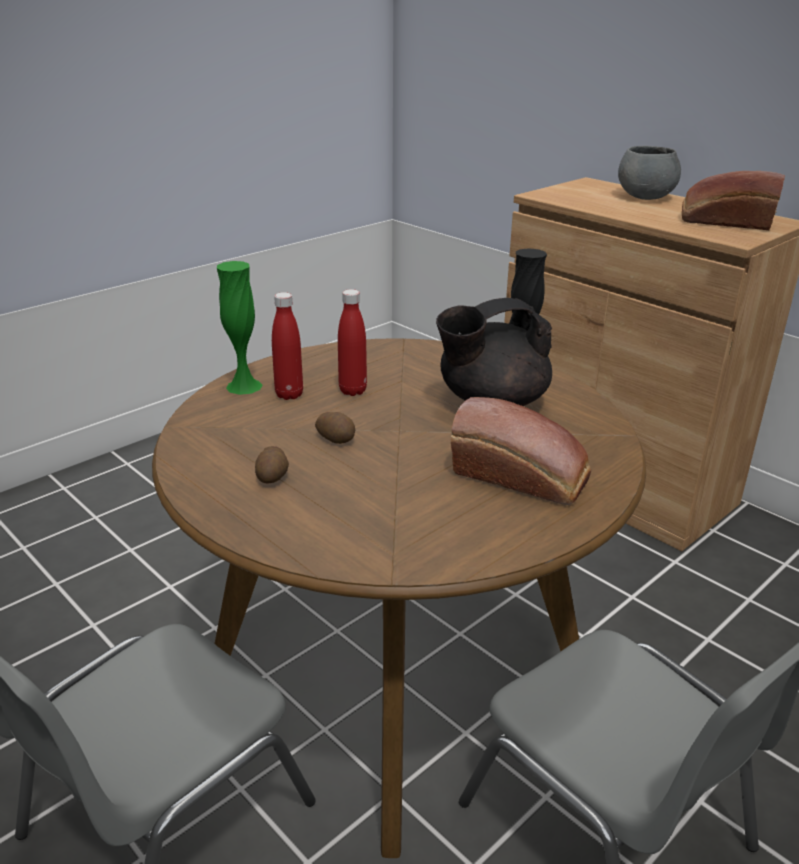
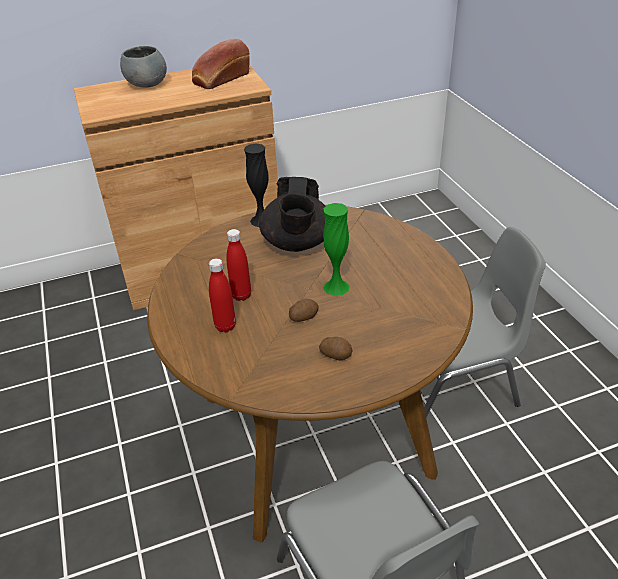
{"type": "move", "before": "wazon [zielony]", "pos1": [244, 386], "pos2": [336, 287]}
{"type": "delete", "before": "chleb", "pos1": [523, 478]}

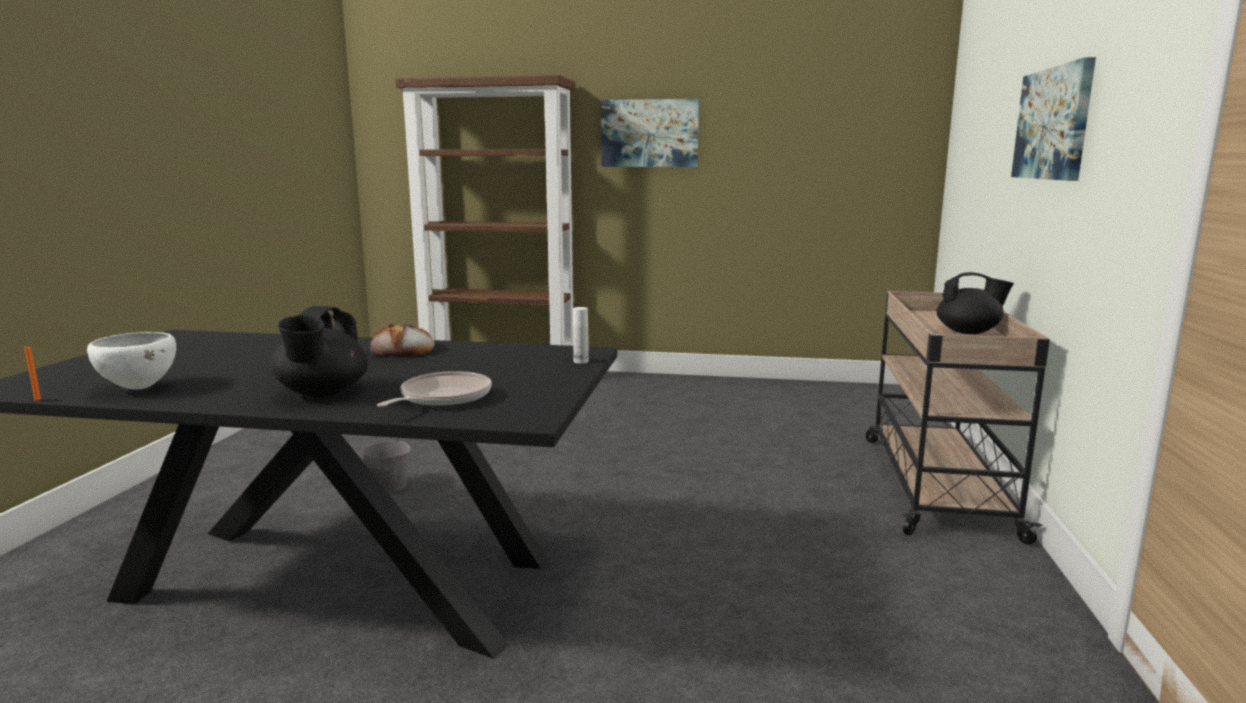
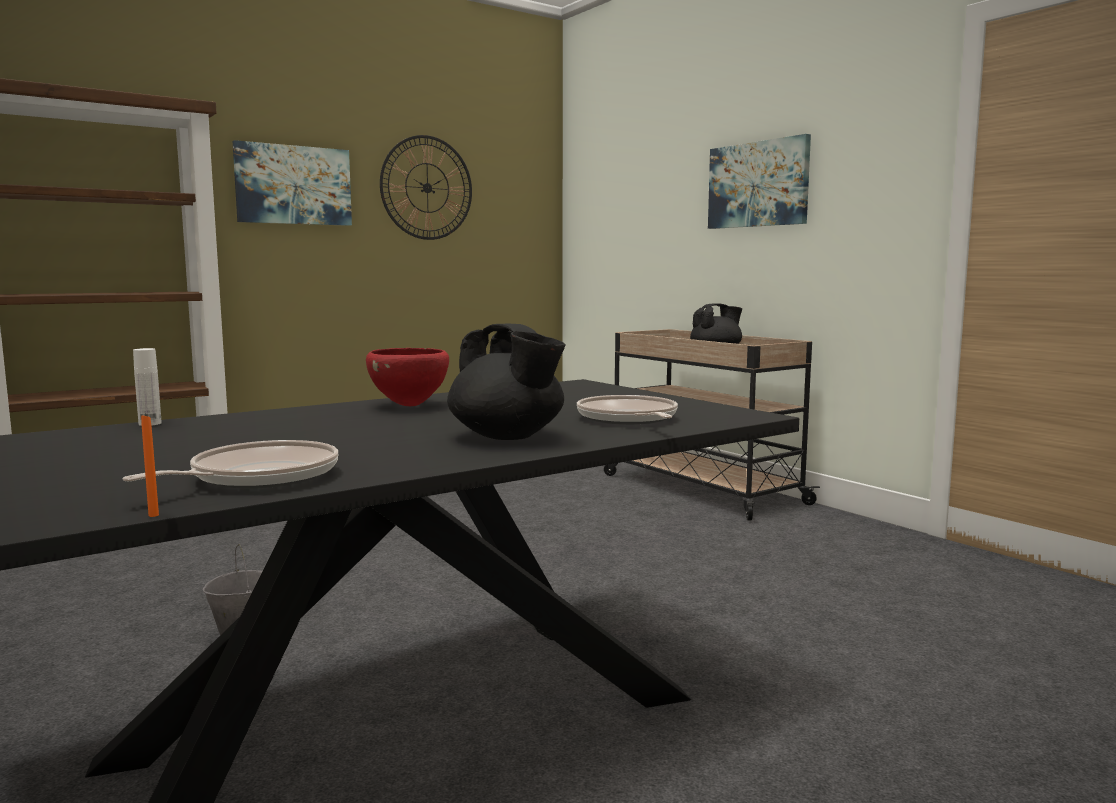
{"type": "replace", "before": "miska [biały]", "after": "patelnia", "pos1": [139, 388], "pos2": [258, 477]}
{"type": "move", "before": "butelka [biały]", "pos1": [581, 361], "pos2": [150, 423]}
{"type": "replace", "before": "chleb", "after": "miska [czerwony]", "pos1": [404, 350], "pos2": [410, 405]}
{"type": "insert", "after": "zegar ścienny", "pos2": [427, 188]}

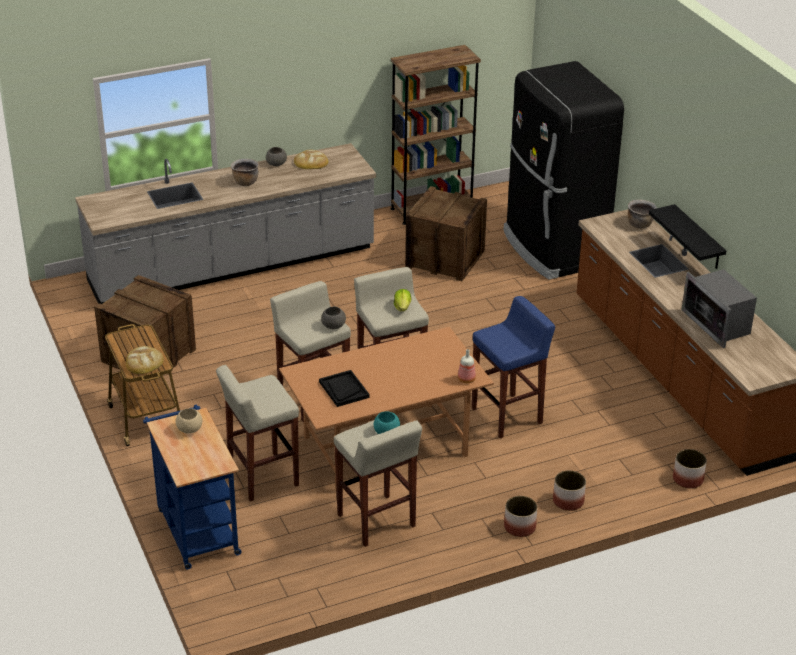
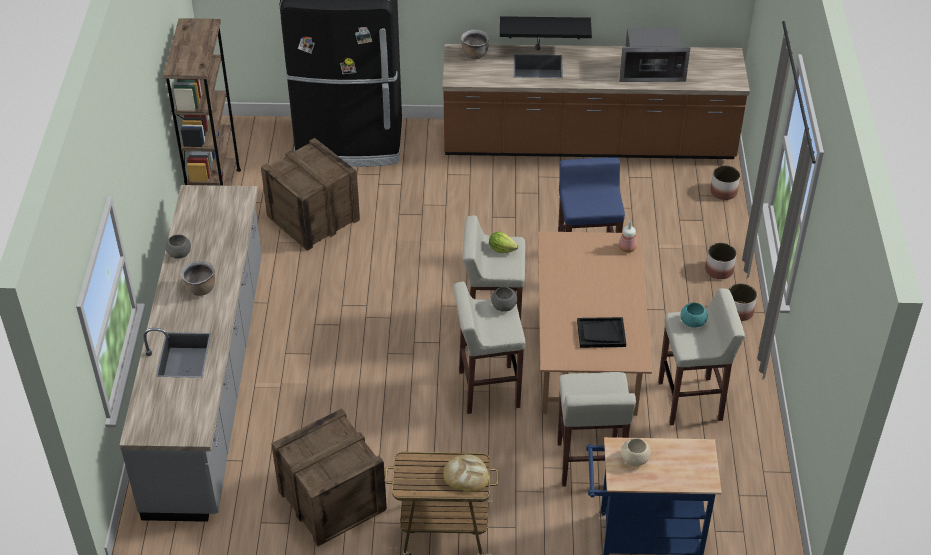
{"type": "delete", "before": "chleb", "pos1": [310, 162]}

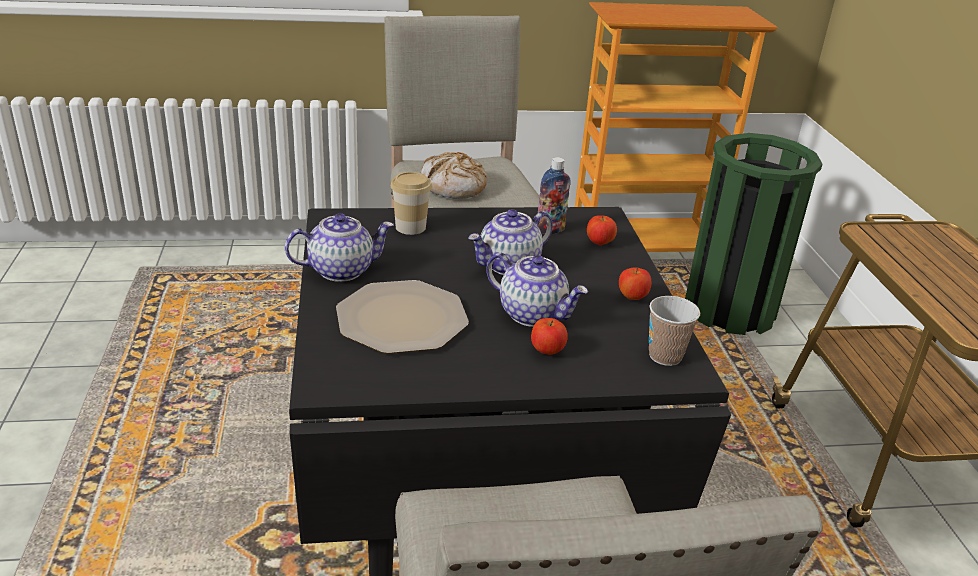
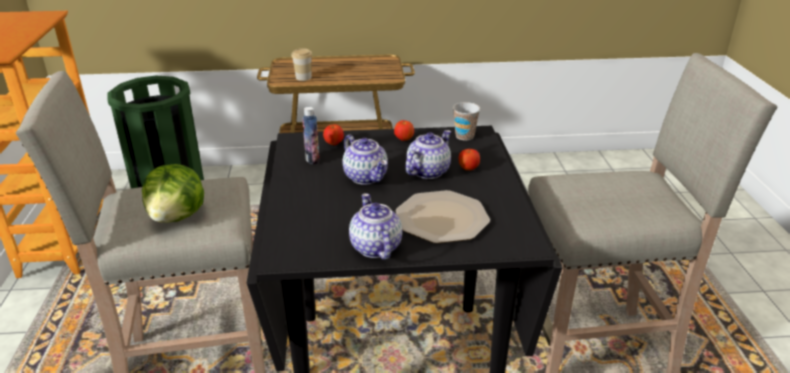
{"type": "replace", "before": "chleb", "after": "sałata", "pos1": [454, 187], "pos2": [177, 217]}
{"type": "move", "before": "filiżanka", "pos1": [410, 227], "pos2": [303, 77]}

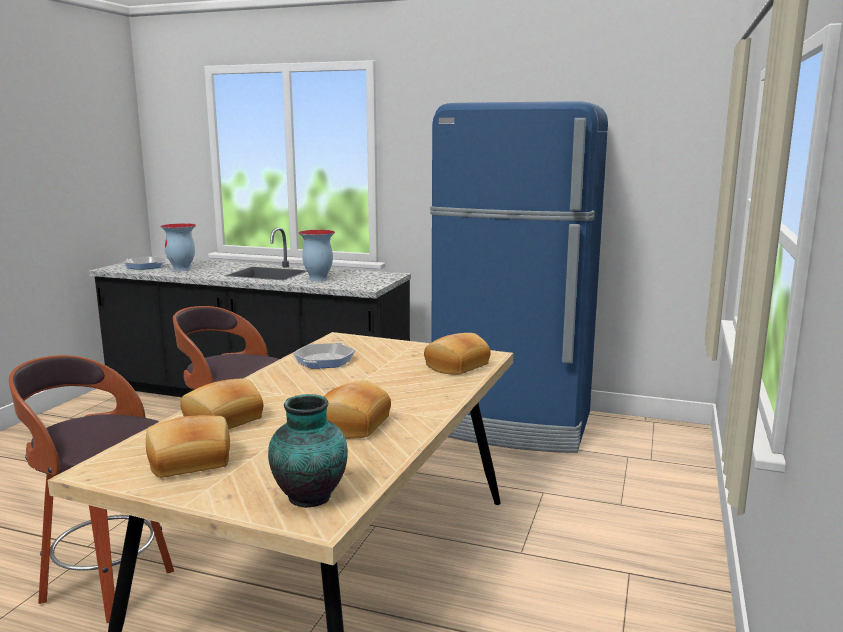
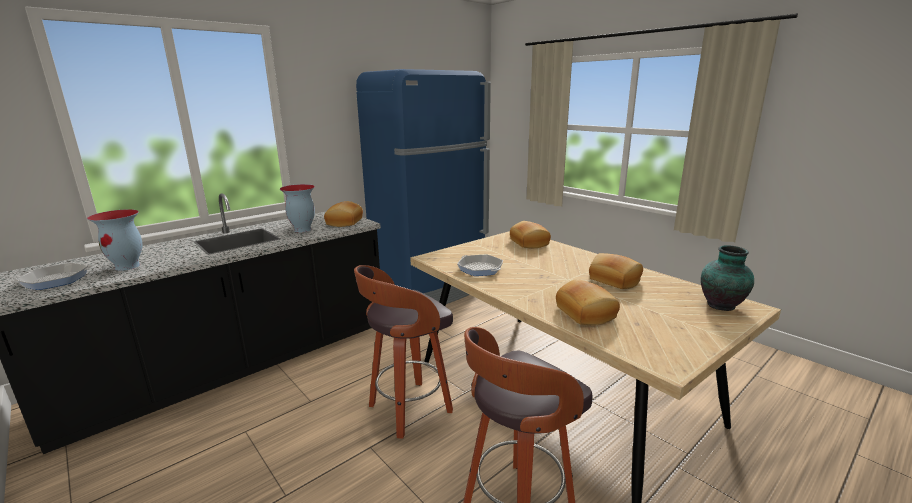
{"type": "move", "before": "chleb", "pos1": [190, 462], "pos2": [345, 222]}

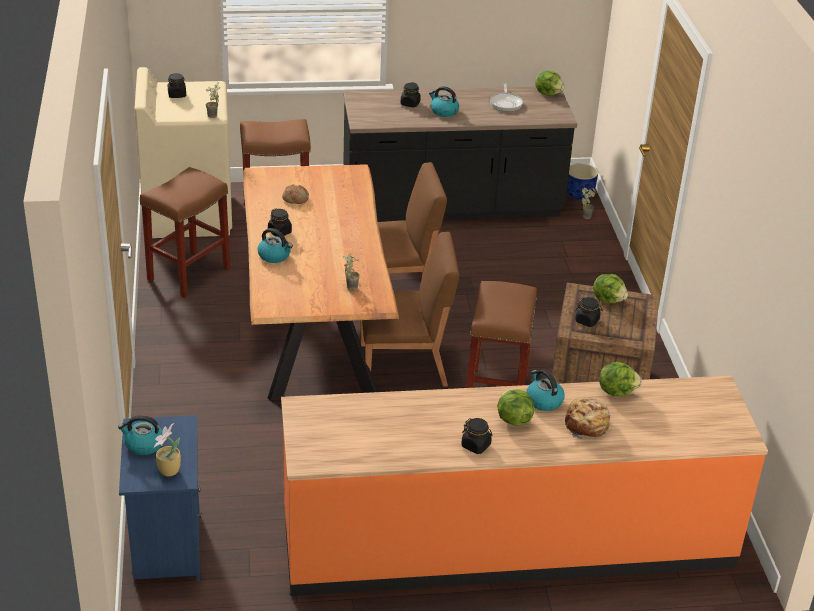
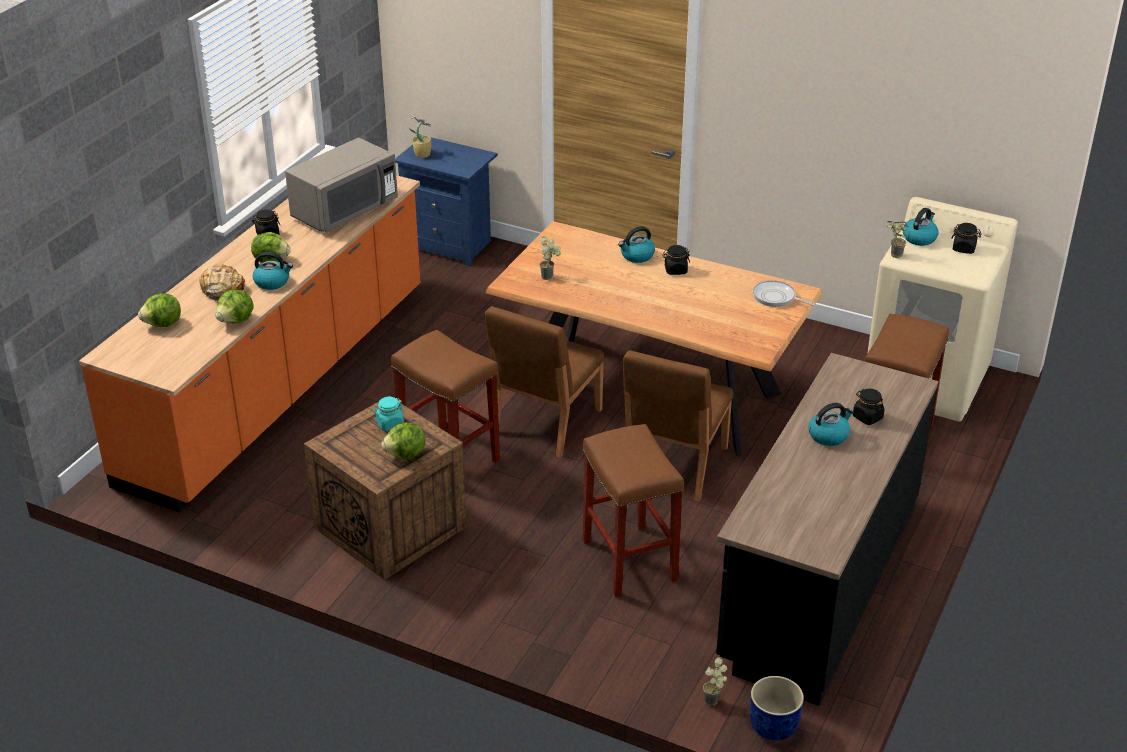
{"type": "move", "before": "sałata", "pos1": [548, 93], "pos2": [163, 324]}
{"type": "insert", "after": "mikrofalówka [szary]", "pos2": [345, 211]}
{"type": "recolor", "before": "słoik [czarny]", "after": "słoik [turkusowy]", "pos1": [587, 321], "pos2": [389, 424]}
{"type": "move", "before": "stołek [brązowy]", "pos1": [188, 274], "pos2": [628, 559]}
{"type": "move", "before": "patelnia", "pos1": [506, 103], "pos2": [776, 297]}
{"type": "move", "before": "czajnik", "pos1": [143, 445], "pos2": [919, 238]}
{"type": "delete", "before": "chleb", "pos1": [296, 198]}

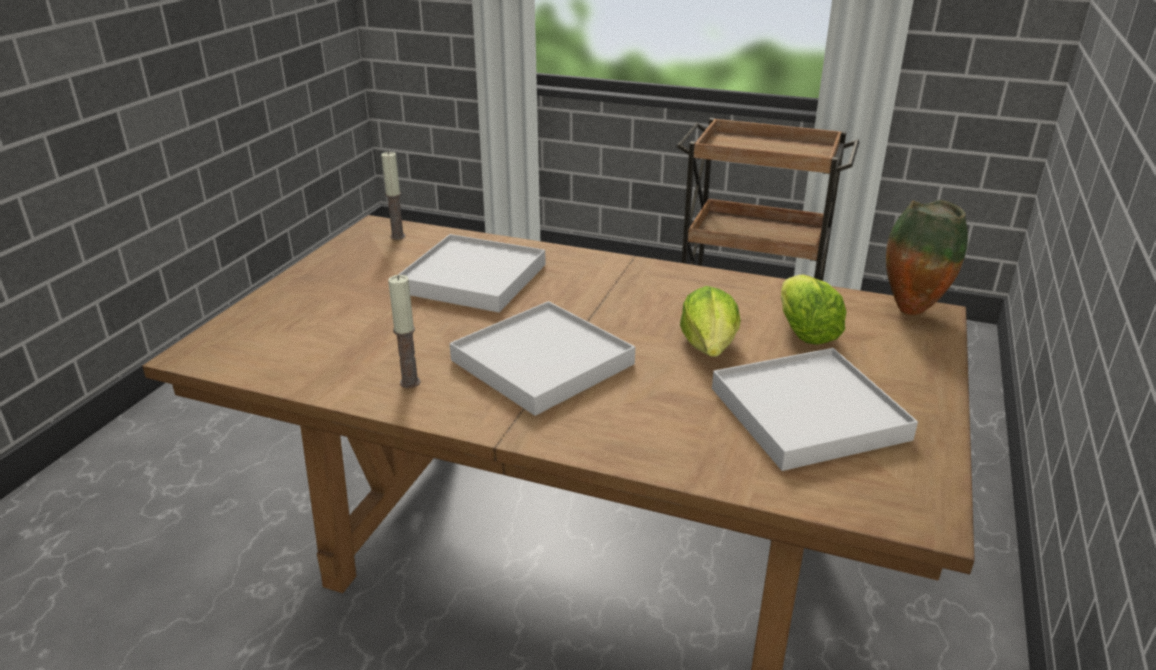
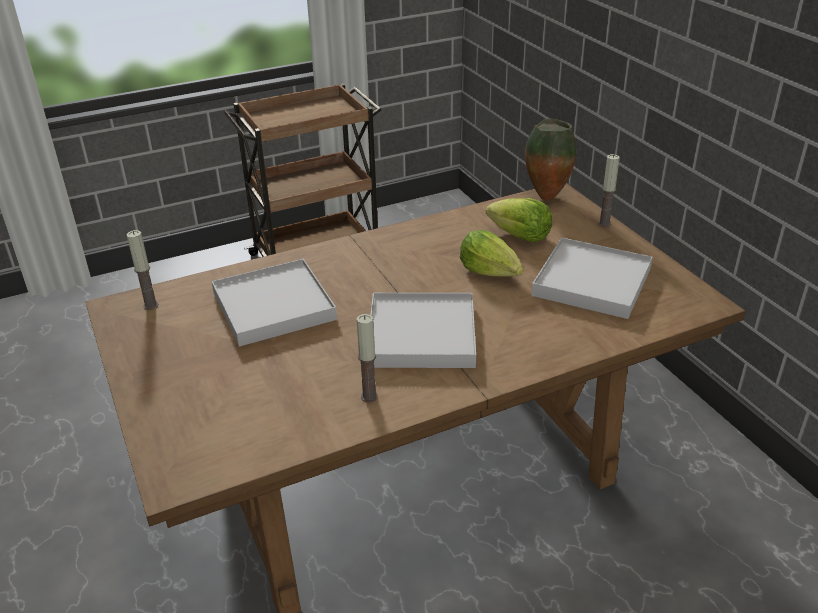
{"type": "insert", "after": "świeca", "pos2": [604, 224]}

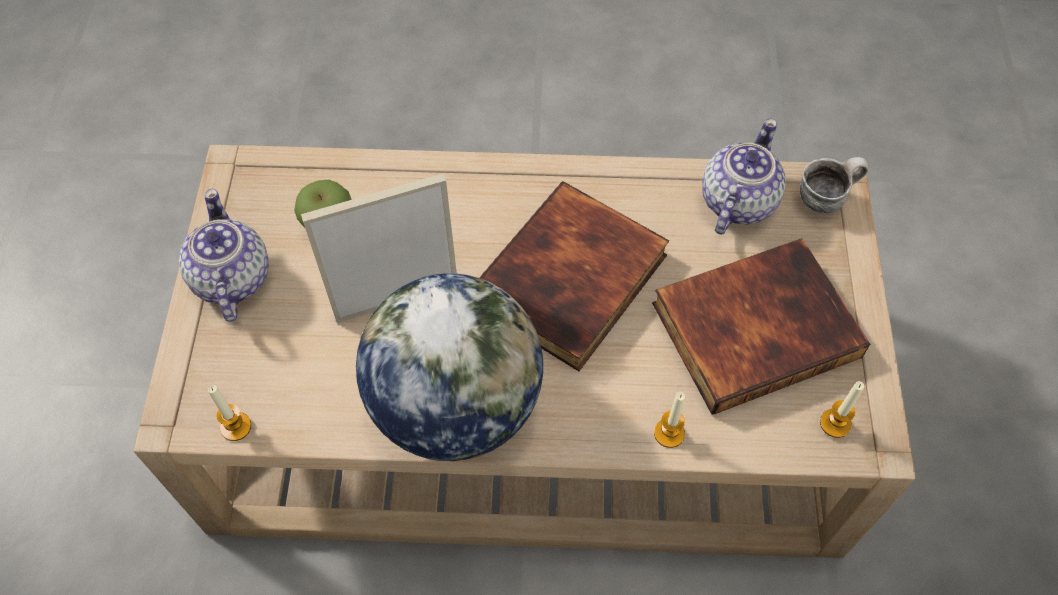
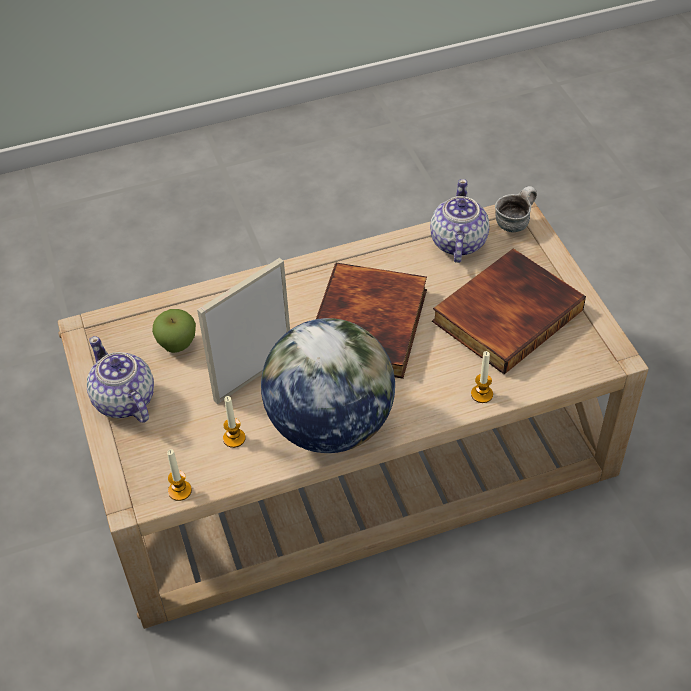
{"type": "move", "before": "świeca", "pos1": [835, 423], "pos2": [234, 438]}

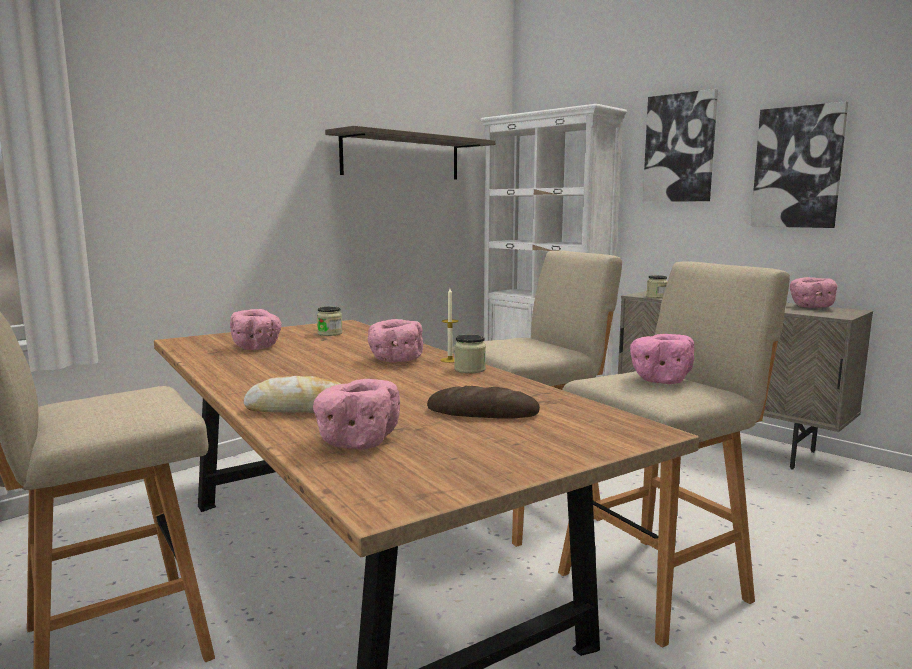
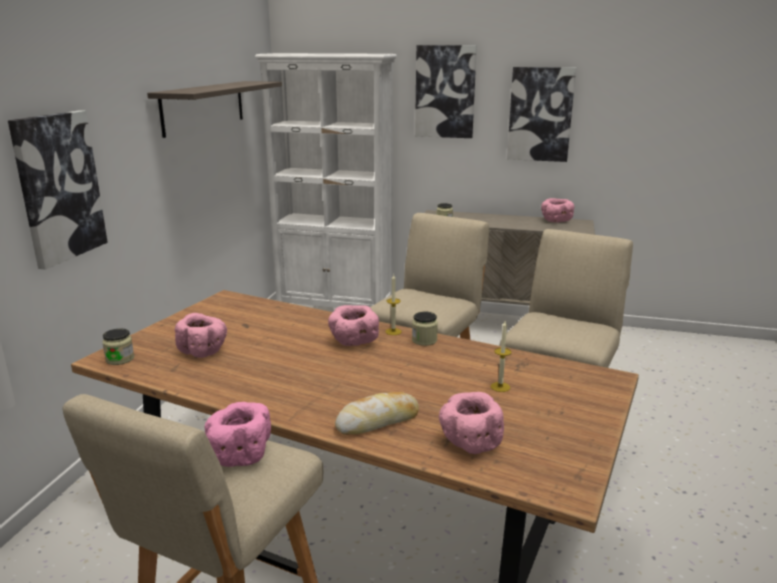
{"type": "insert", "after": "obraz", "pos2": [58, 187]}
{"type": "move", "before": "słoik", "pos1": [330, 333], "pos2": [120, 359]}
{"type": "move", "before": "miska [różowy]", "pos1": [658, 380], "pos2": [239, 454]}
{"type": "replace", "before": "chleb", "after": "świeca", "pos1": [482, 412], "pos2": [500, 387]}

